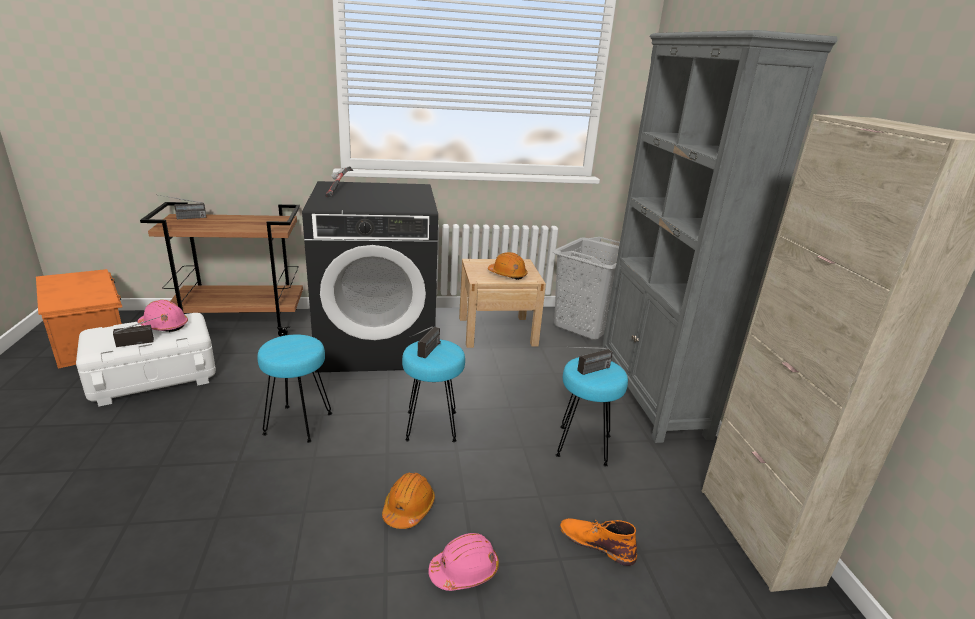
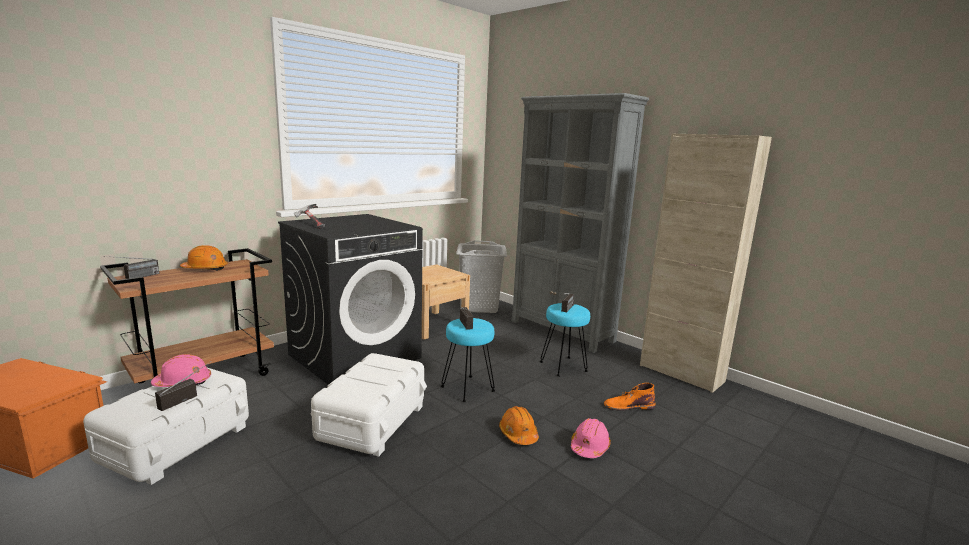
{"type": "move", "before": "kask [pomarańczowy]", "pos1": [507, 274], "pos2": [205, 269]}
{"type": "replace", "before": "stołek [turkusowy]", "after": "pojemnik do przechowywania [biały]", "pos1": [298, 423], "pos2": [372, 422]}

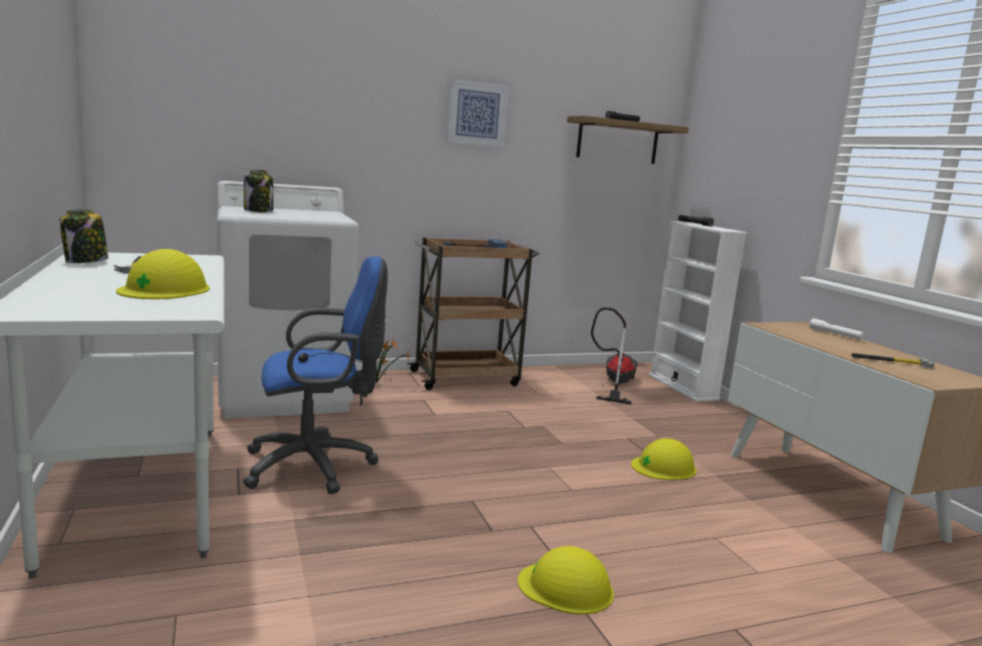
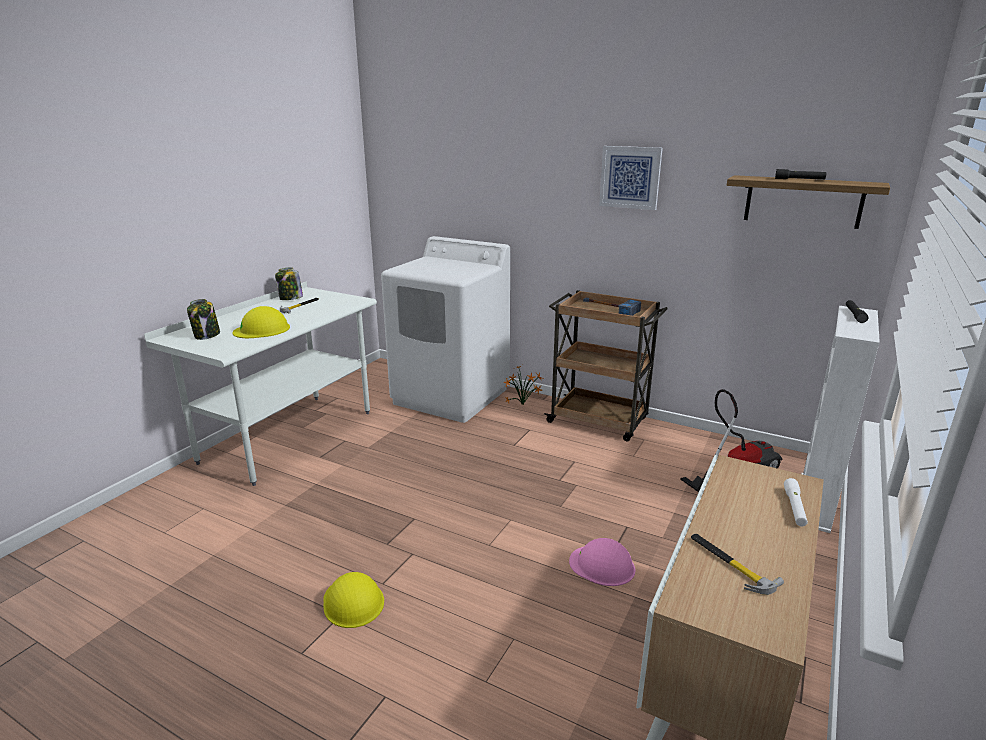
{"type": "move", "before": "słoik", "pos1": [259, 211], "pos2": [207, 335]}
{"type": "recolor", "before": "kask [żółty]", "after": "kask [różowy]", "pos1": [664, 467], "pos2": [602, 565]}
{"type": "delete", "before": "krzesło biurowe [niebieski]", "pos1": [316, 466]}

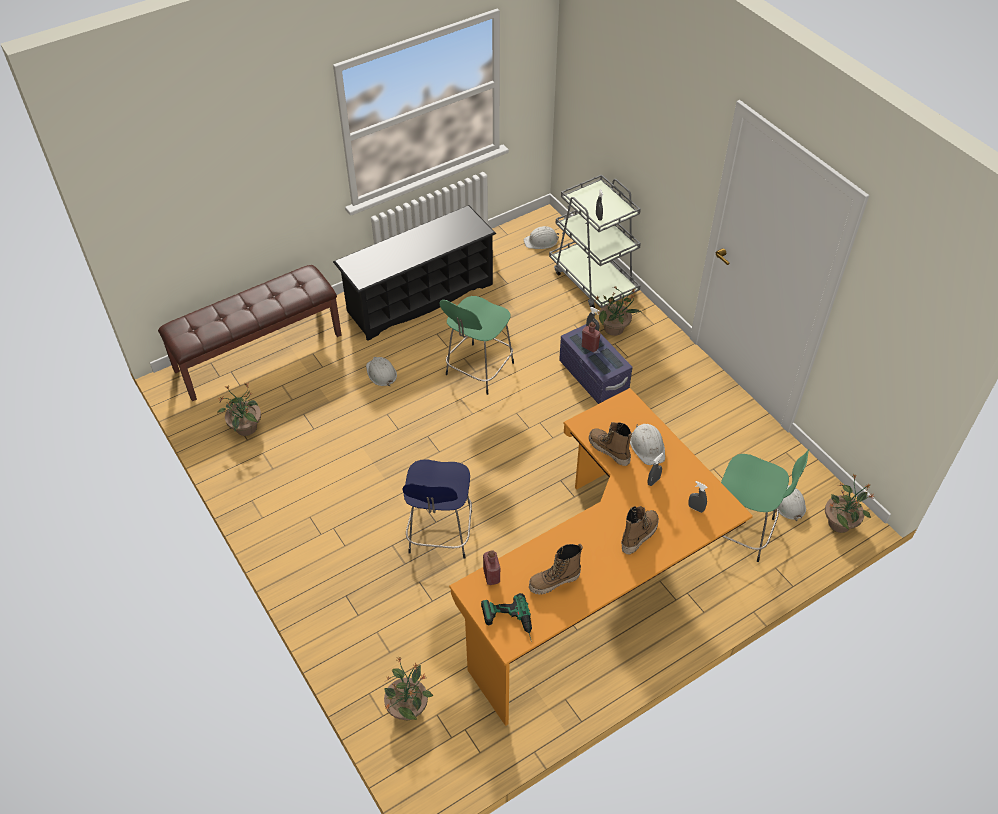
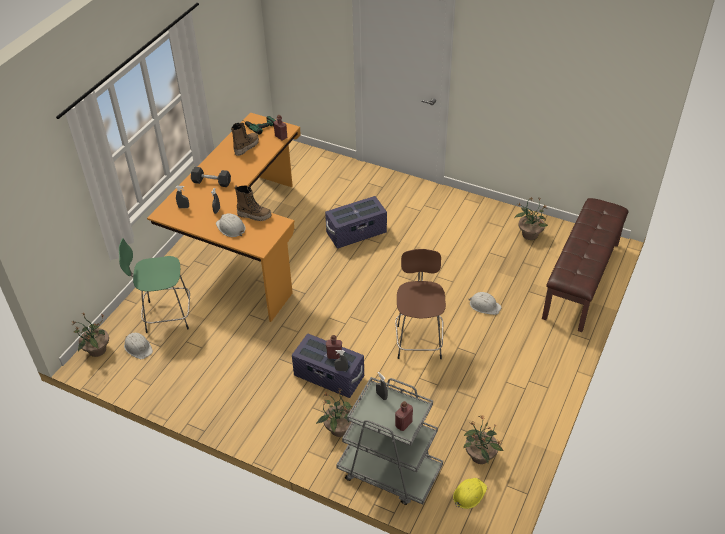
{"type": "replace", "before": "but z cholewką", "after": "hantel [szary]", "pos1": [638, 535], "pos2": [211, 182]}
{"type": "replace", "before": "stołek [niebieski]", "after": "pojemnik do przechowywania [fioletowy]", "pos1": [440, 534], "pos2": [356, 233]}
{"type": "recolor", "before": "stołek [zielony]", "after": "stołek [brązowy]", "pos1": [478, 370], "pos2": [419, 340]}
{"type": "insert", "after": "butelka [czerwony]", "pos2": [403, 424]}
{"type": "recolor", "before": "kask [biały]", "after": "kask [żółty]", "pos1": [541, 241], "pos2": [469, 494]}
{"type": "move", "before": "roślina doniczkowa", "pos1": [408, 707], "pos2": [480, 456]}
{"type": "delete", "before": "regał na buty [czarny]", "pos1": [419, 298]}

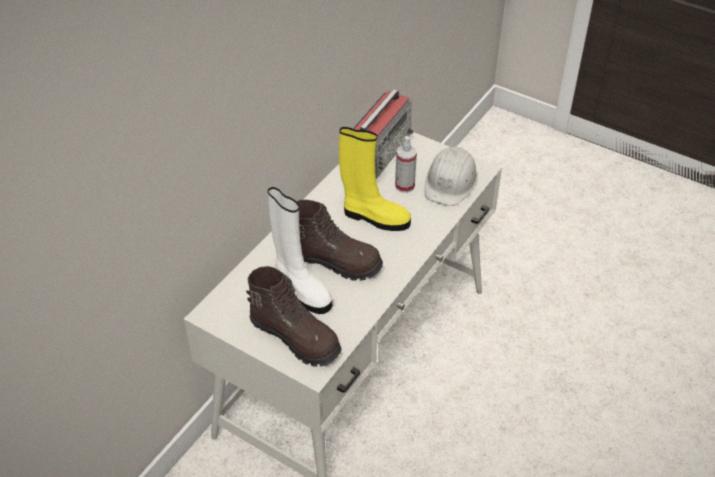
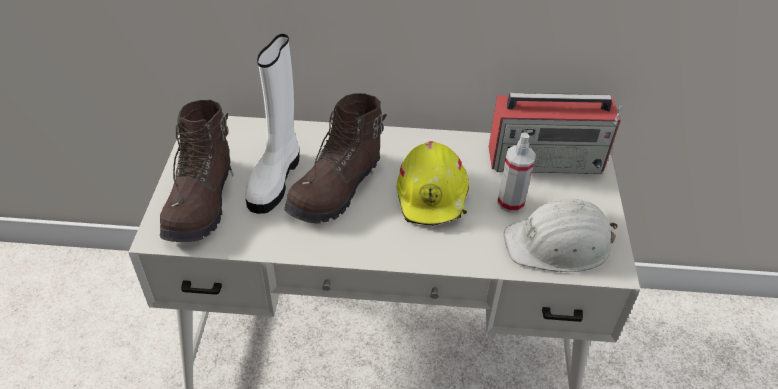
{"type": "rotate", "before": "but z cholewką [brązowy]", "pos1": [335, 261], "pos2": [337, 189], "turn": 45}
{"type": "replace", "before": "but z cholewką [żółty]", "after": "kask [żółty]", "pos1": [374, 217], "pos2": [433, 195]}

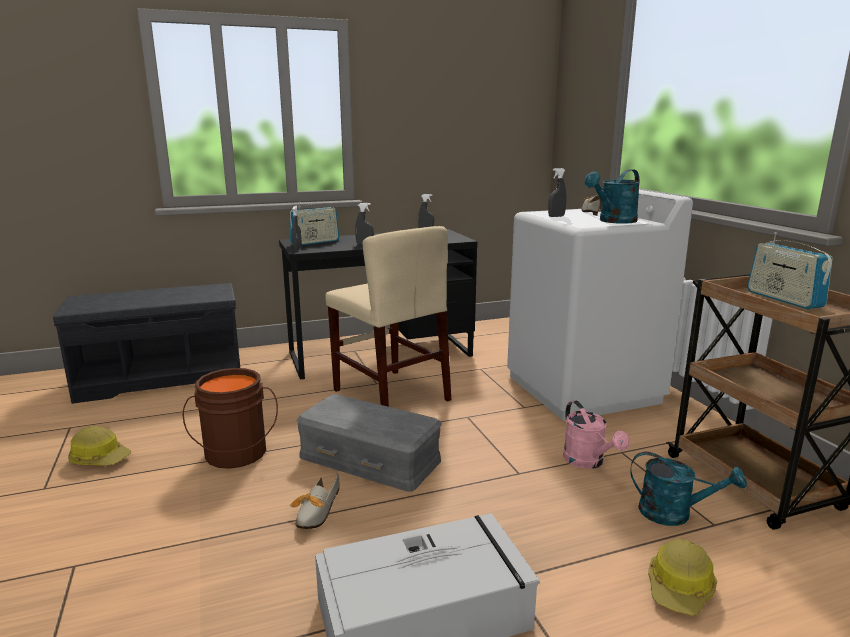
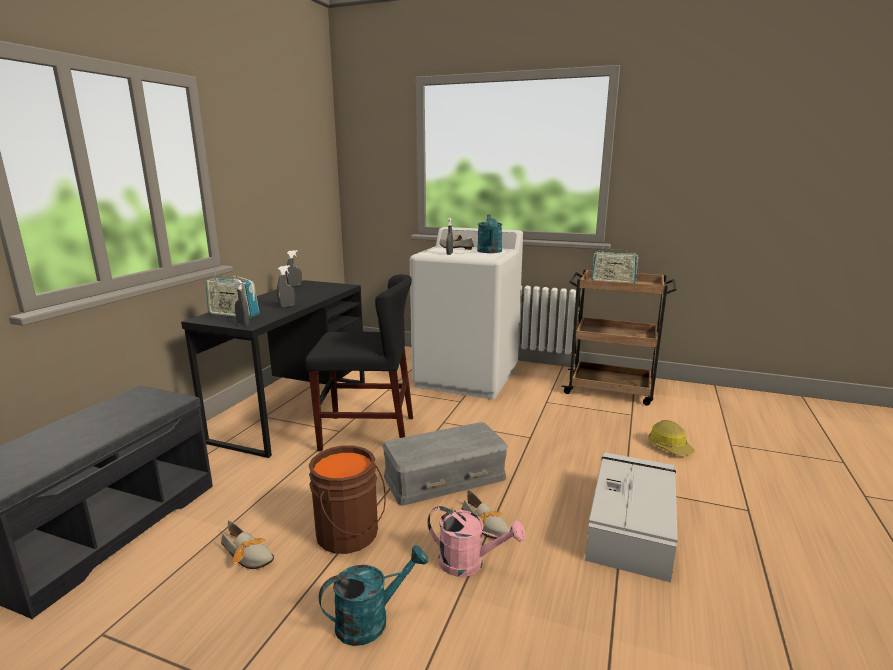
{"type": "rotate", "before": "radio", "pos1": [315, 242], "pos2": [234, 315], "turn": 105}
{"type": "insert", "after": "but", "pos2": [249, 556]}
{"type": "recolor", "before": "krzesło [beżowy]", "after": "krzesło [czarny]", "pos1": [390, 395], "pos2": [367, 433]}
{"type": "move", "before": "konewka [turkusowy]", "pos1": [674, 514], "pos2": [371, 620]}
{"type": "move", "before": "konewka [różowy]", "pos1": [588, 462], "pos2": [469, 563]}
{"type": "delete", "before": "kask", "pos1": [100, 458]}

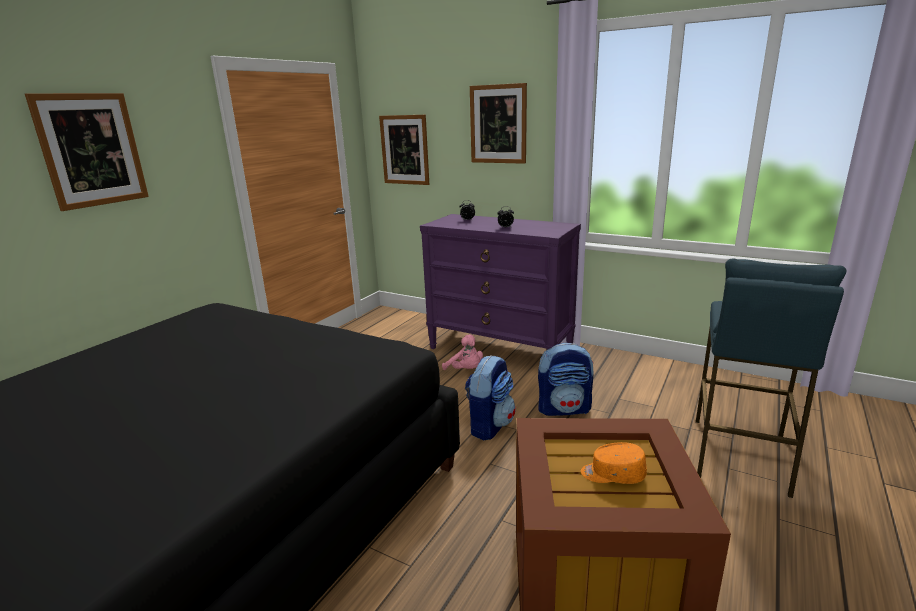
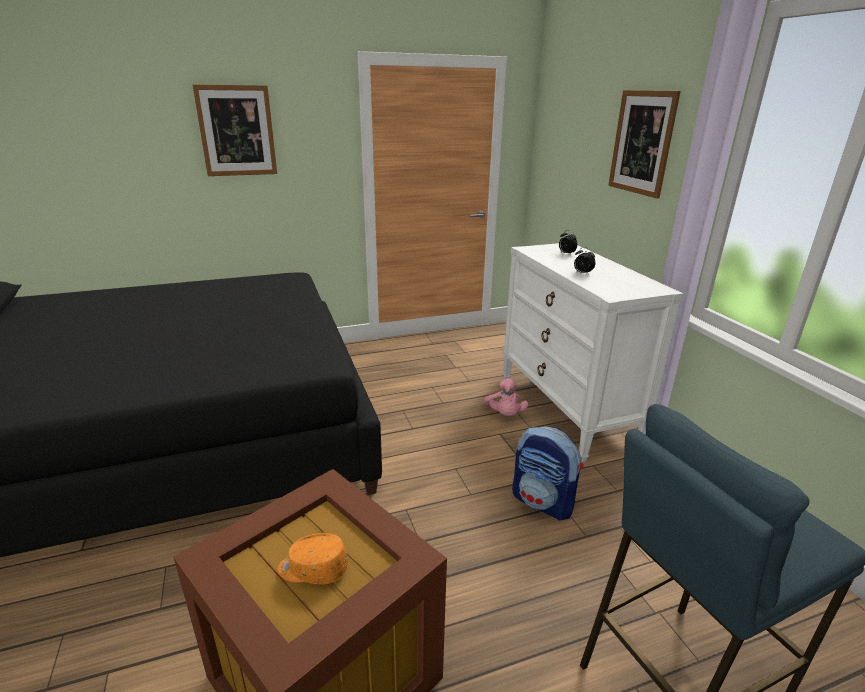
{"type": "rotate", "before": "czapka z daszkiem [pomarańczowy]", "pos1": [612, 474], "pos2": [313, 569], "turn": -45}
{"type": "recolor", "before": "komoda [fioletowy]", "after": "komoda [biały]", "pos1": [500, 350], "pos2": [566, 410]}
{"type": "delete", "before": "obraz", "pos1": [405, 150]}
{"type": "delete", "before": "plecak", "pos1": [489, 425]}

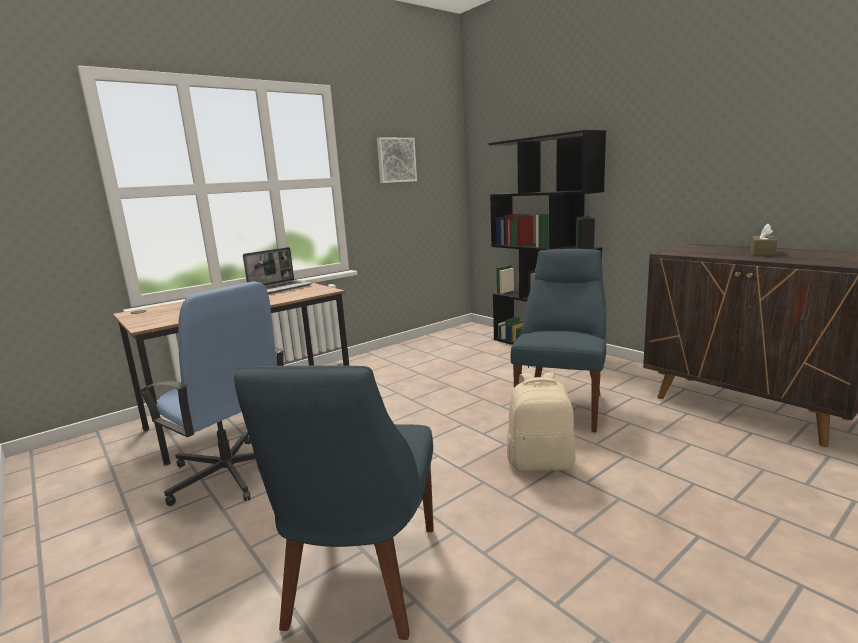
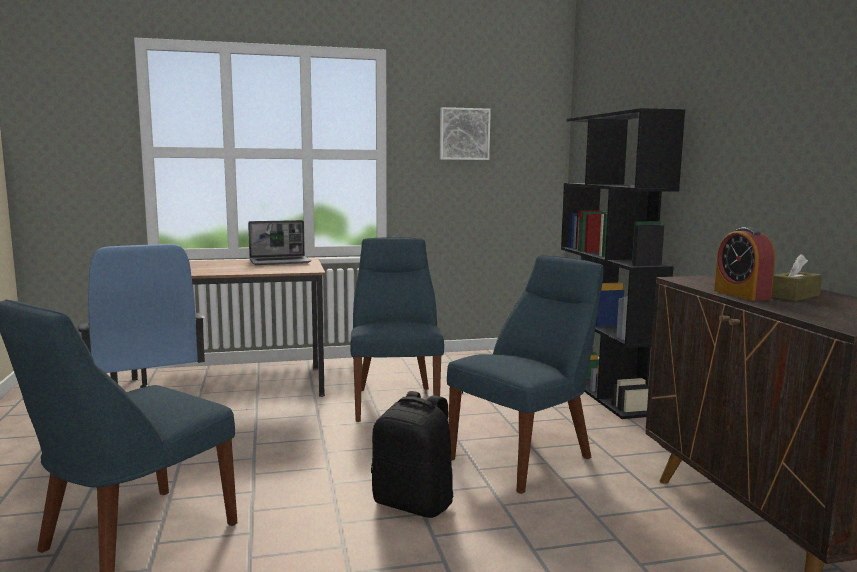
{"type": "insert", "after": "krzesło [niebieski]", "pos2": [395, 401]}
{"type": "recolor", "before": "plecak [beżowy]", "after": "plecak [czarny]", "pos1": [540, 463], "pos2": [414, 504]}
{"type": "insert", "after": "budzik", "pos2": [741, 295]}

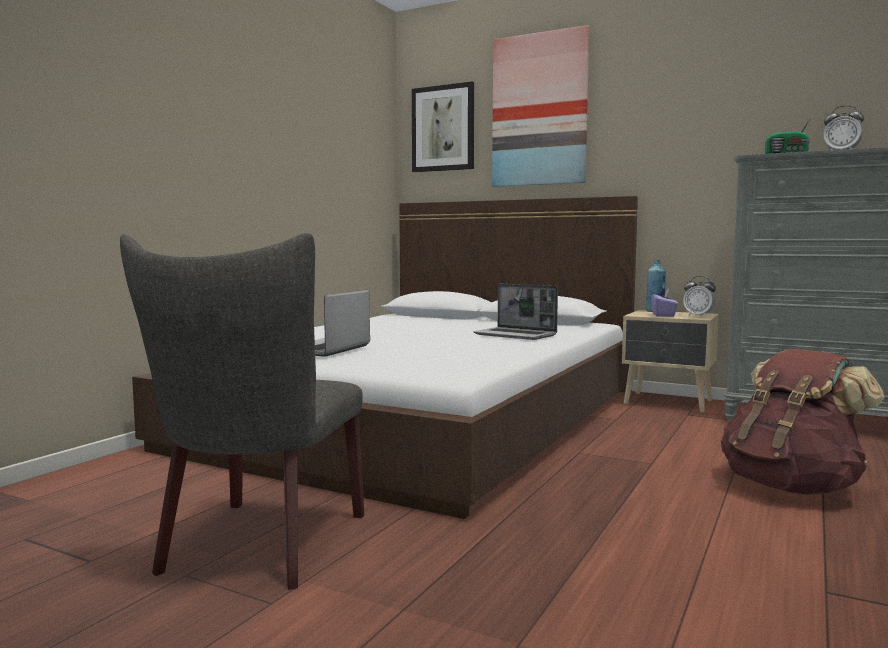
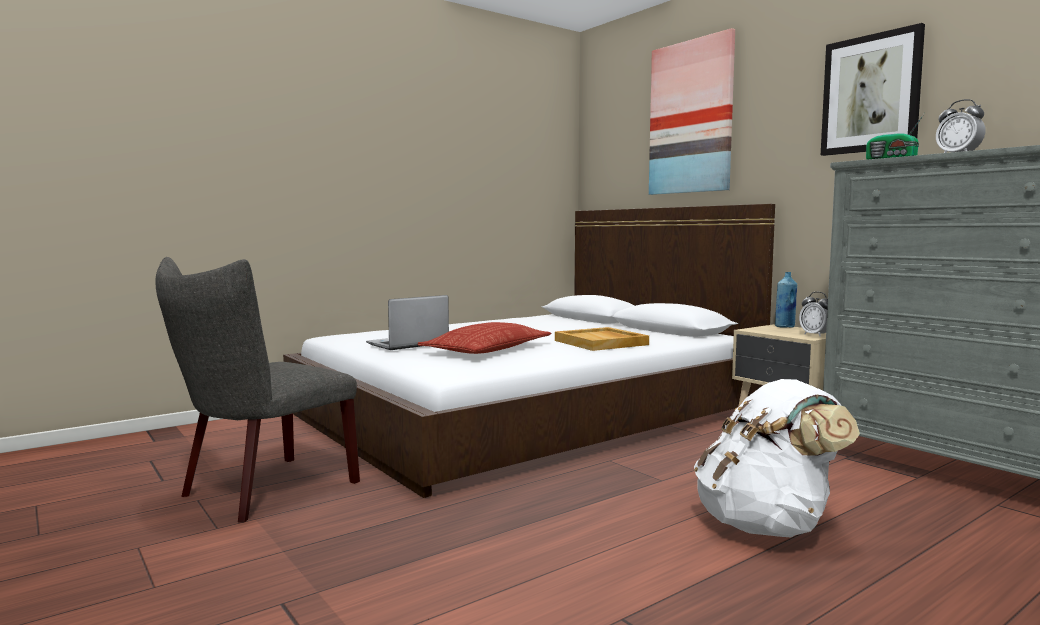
{"type": "insert", "after": "poduszka", "pos2": [487, 350]}
{"type": "replace", "before": "laptop", "after": "taca [beżowy]", "pos1": [516, 335], "pos2": [601, 342]}
{"type": "recolor", "before": "plecak [brązowy]", "after": "plecak [biały]", "pos1": [791, 487], "pos2": [767, 526]}
{"type": "move", "before": "obraz", "pos1": [443, 128], "pos2": [871, 94]}
{"type": "delete", "before": "pudełko chusteczek [fioletowy]", "pos1": [663, 315]}

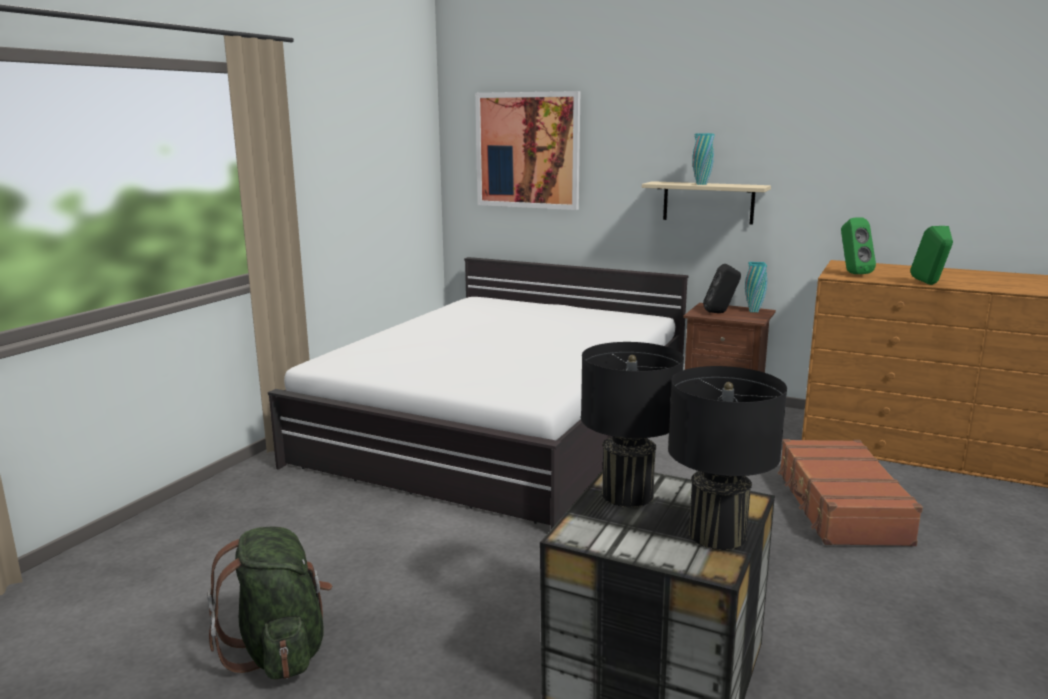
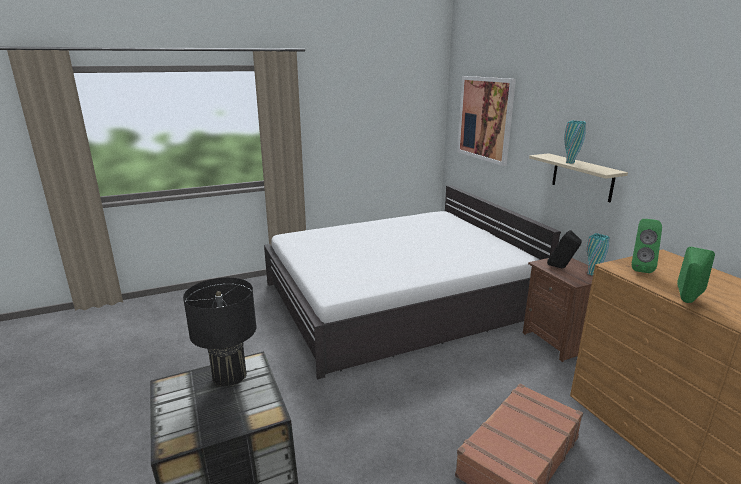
{"type": "delete", "before": "plecak [zielony]", "pos1": [280, 651]}
{"type": "delete", "before": "lampa stołowa [czarny]", "pos1": [717, 535]}

